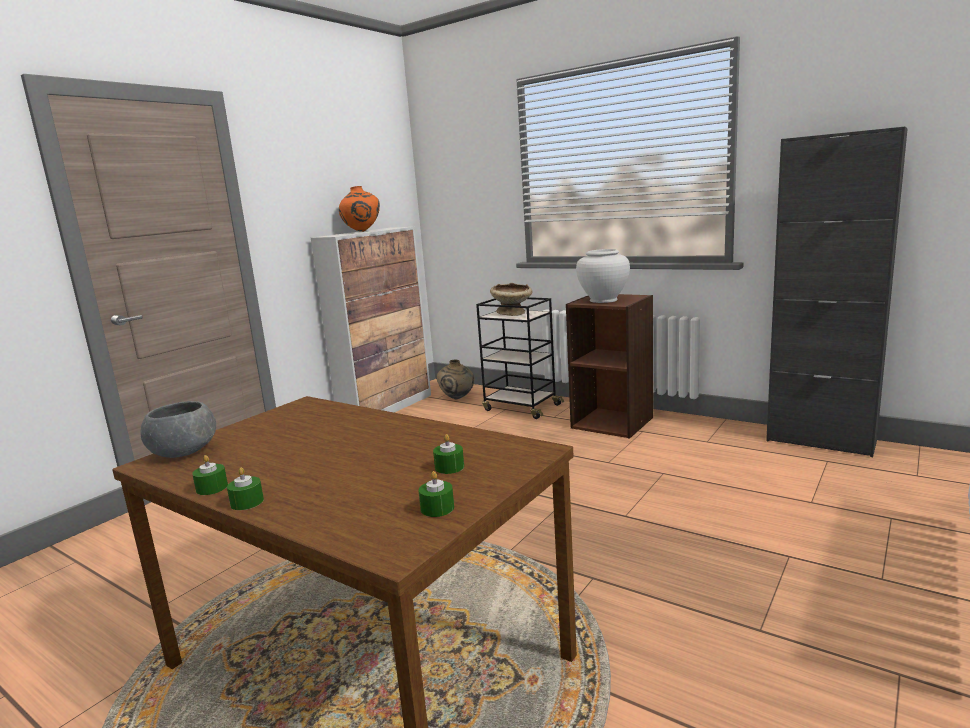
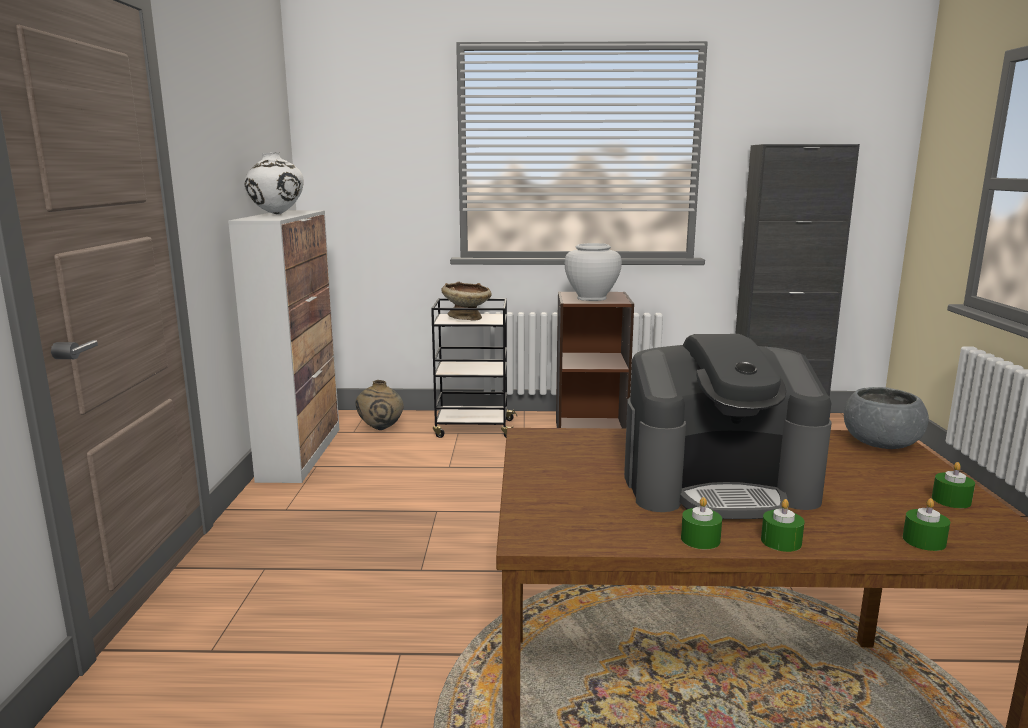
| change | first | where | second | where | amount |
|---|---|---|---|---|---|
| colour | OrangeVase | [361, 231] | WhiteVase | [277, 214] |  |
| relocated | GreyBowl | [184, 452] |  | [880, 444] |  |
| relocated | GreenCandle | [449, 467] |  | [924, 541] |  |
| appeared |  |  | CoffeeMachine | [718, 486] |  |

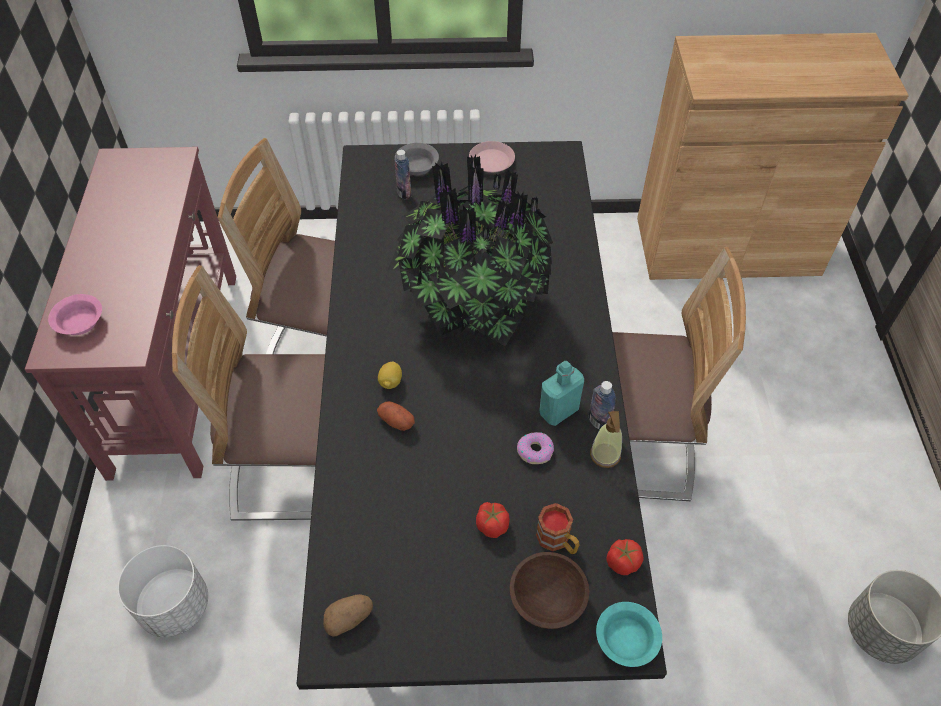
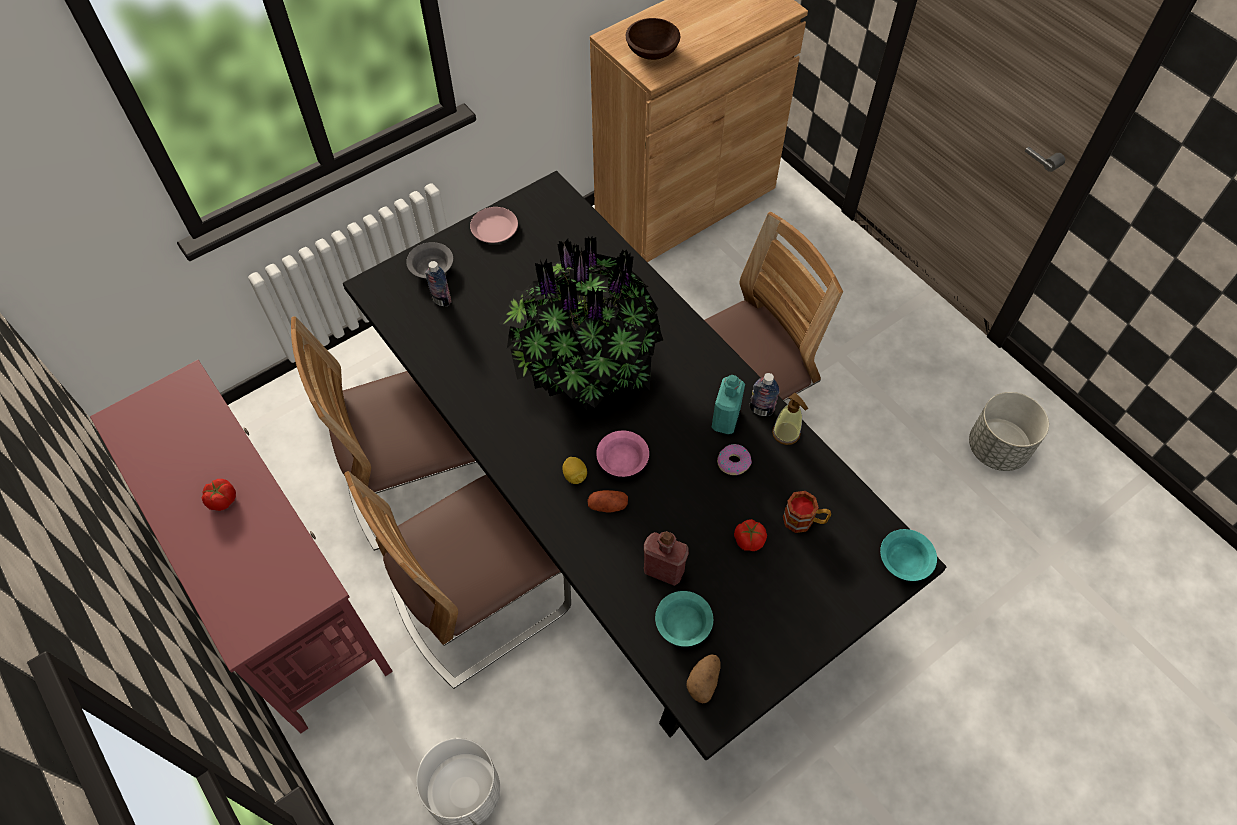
| change | first | where | second | where | amount |
|---|---|---|---|---|---|
| relocated | PinkBowl | [80, 324] |  | [623, 461] |  |
| relocated | Tomato | [622, 562] |  | [222, 500] |  |
| relocated | BrownBowl | [547, 598] |  | [651, 51] |  |
| appeared |  |  | RedBottle | [664, 570] |  |
| appeared |  |  | TurquoiseBowl | [683, 622] |  |

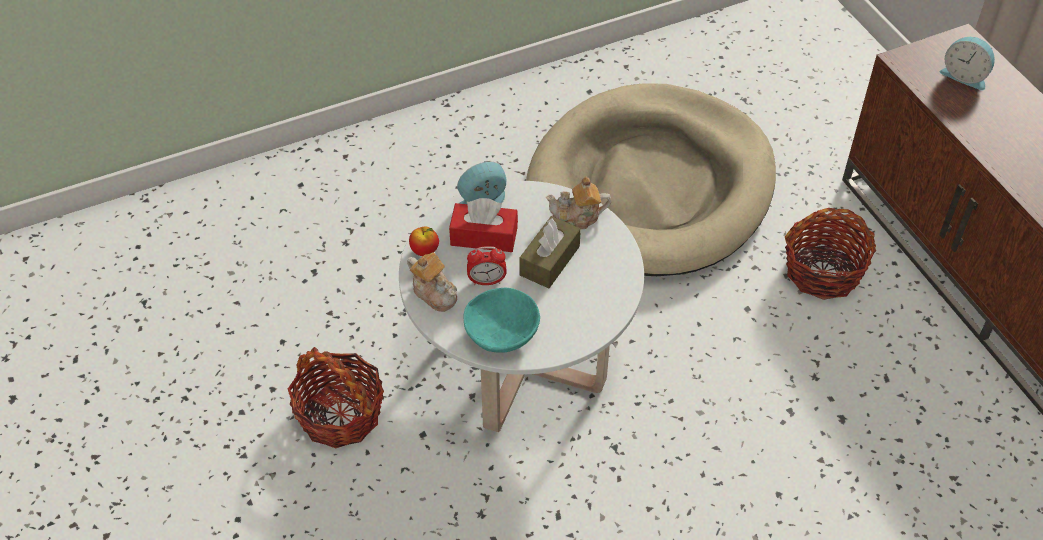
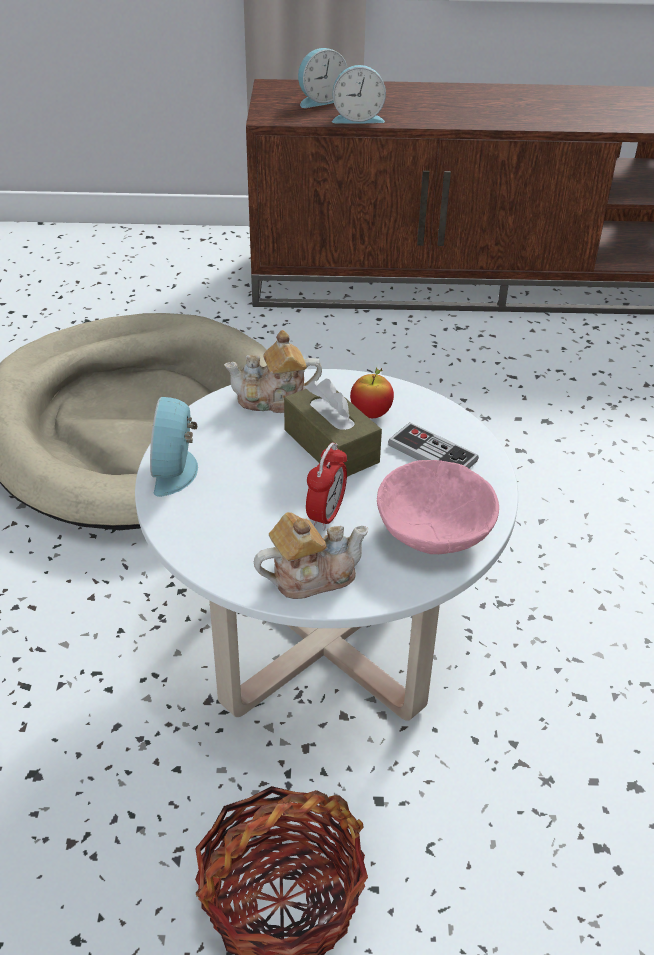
| change | first | where | second | where | amount |
|---|---|---|---|---|---|
| spun | Teapot | [577, 217] |  | [273, 399] | 60 degrees clockwise |
| missing | RedTissueBox | [484, 236] |  |  |  |
| missing | Basket | [823, 271] |  |  |  |
| relocated | Apple | [425, 251] |  | [371, 414] |  |
| colour | TurquoiseBowl | [502, 333] | PinkBowl | [433, 531] |  |
| appeared |  |  | AlarmClock | [357, 118] |  |
| appeared |  |  | GameController | [432, 453] |  |

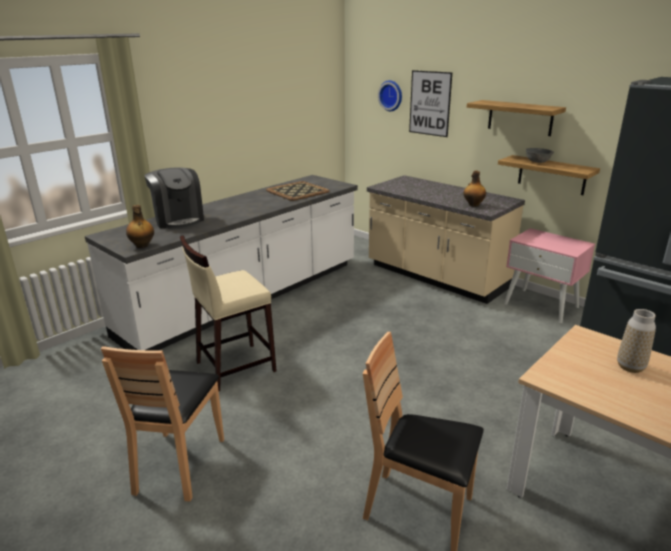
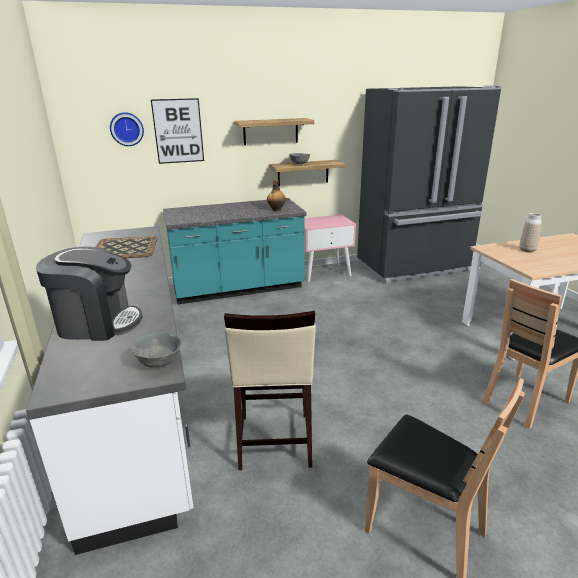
| change | first | where | second | where | amount |
|---|---|---|---|---|---|
| colour | BeigeCounter | [436, 277] | TurquoiseCounter | [238, 288] |  |
| exchanged | Bottle | [142, 246] | GreyBowl | [159, 362] |  |

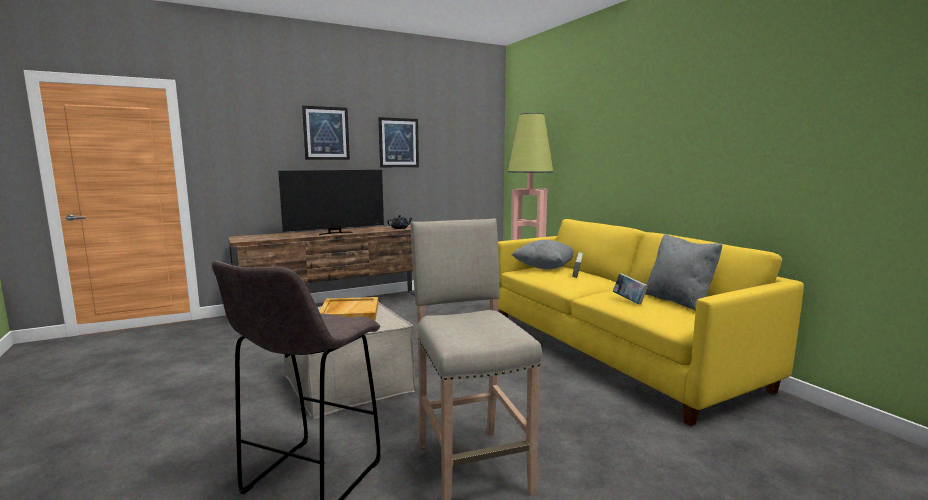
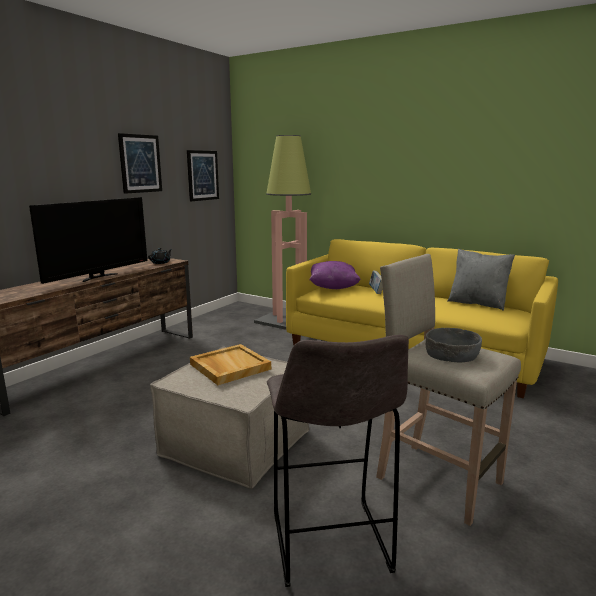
| change | first | where | second | where | amount |
|---|---|---|---|---|---|
| relocated | Picture | [326, 133] |  | [202, 175] |  |
| colour | GreyPillow | [545, 267] | PurplePillow | [333, 287] |  |
| missing | Book | [629, 301] |  |  |  |
| appeared |  |  | GreyBowl | [452, 354] |  |

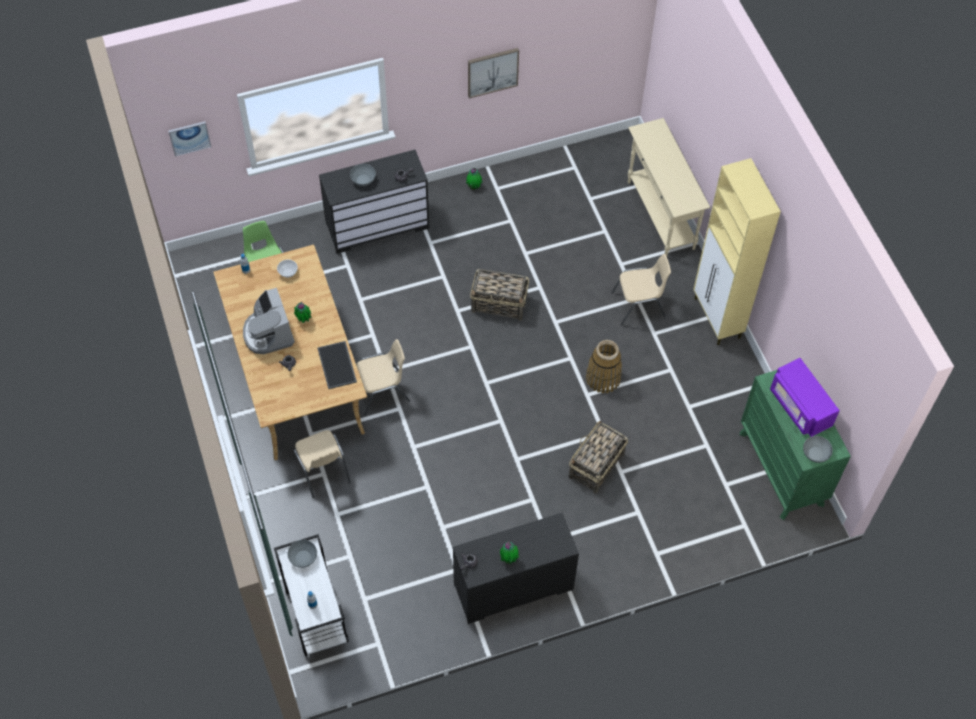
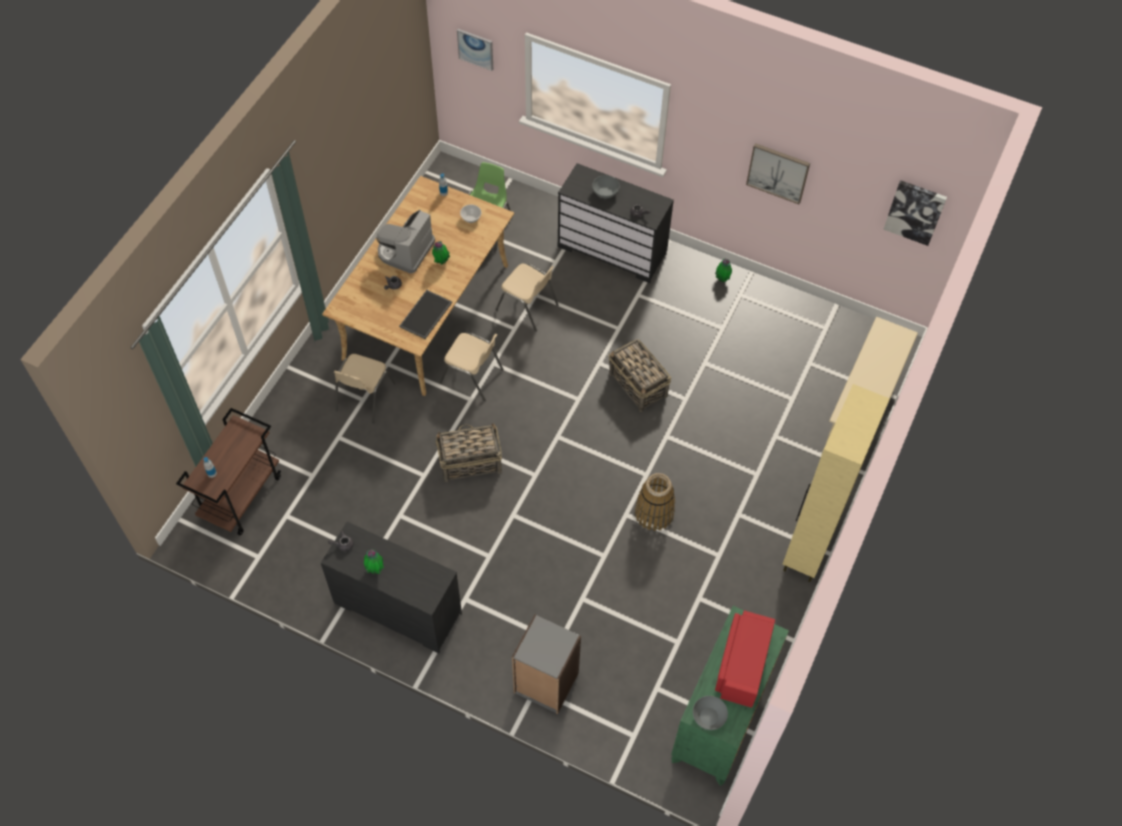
| change | first | where | second | where | amount |
|---|---|---|---|---|---|
| relocated | BeigeChair | [639, 305] |  | [528, 308] |  |
| colour | PurpleMicrowave | [799, 407] | RedMicrowave | [741, 665] |  |
| relocated | Basket | [596, 466] |  | [469, 462] |  |
| colour | WhiteCart | [316, 615] | BrownCart | [241, 496] |  |
| missing | GreyBowl | [303, 558] |  |  |  |
| appeared |  |  | Picture | [915, 211] |  |
| appeared |  |  | GreyBookcase | [545, 683] |  |

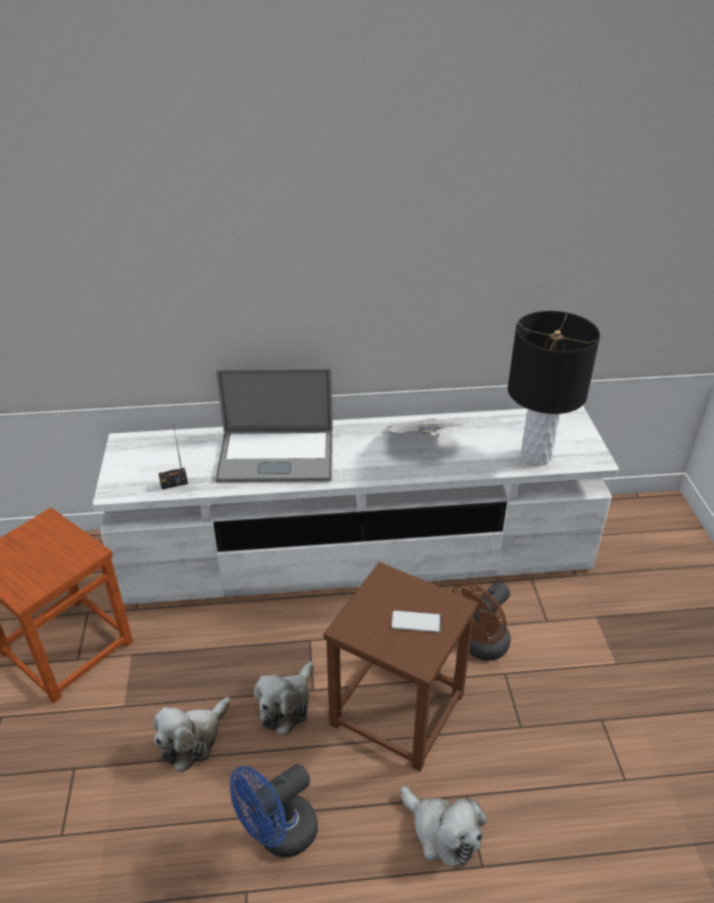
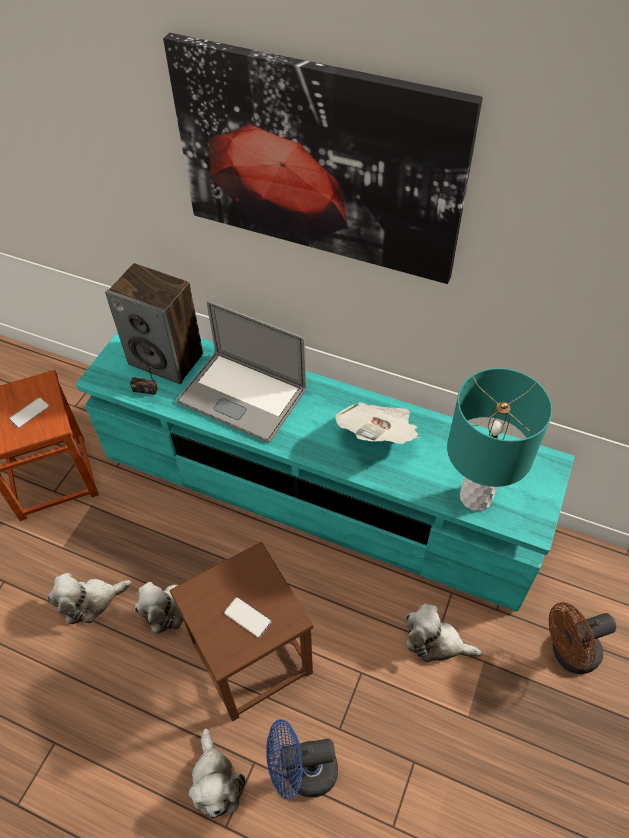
| change | first | where | second | where | amount |
|---|---|---|---|---|---|
| colour | BlackTableLamp | [535, 455] | TurquoiseTableLamp | [476, 496] |  |
| colour | WhiteTvStand | [357, 551] | TurquoiseTvStand | [316, 492] |  |
| relocated | BrownFan | [480, 647] |  | [568, 654] |  |
| relocated | BlueFan | [278, 835] |  | [302, 771] |  |
| appeared |  |  | Picture | [318, 161] |  |
| appeared |  |  | Speaker | [167, 359] |  |
| appeared |  |  | Phone | [29, 413] |  |
| appeared |  |  | PlushToy | [435, 642] |  |

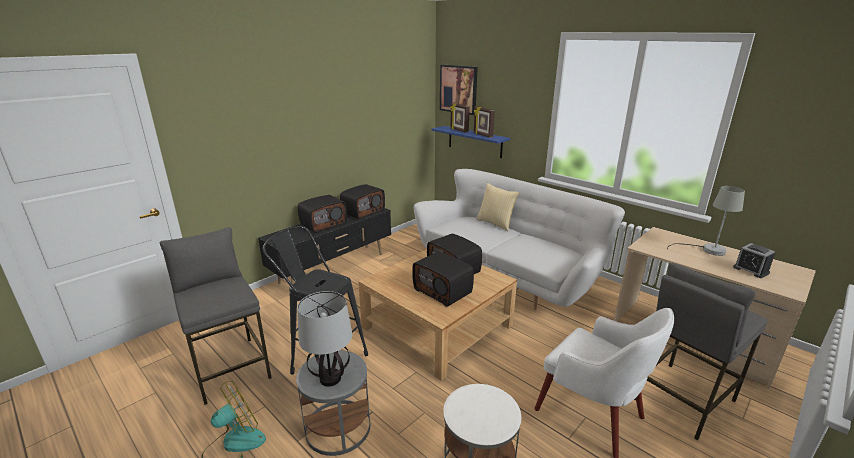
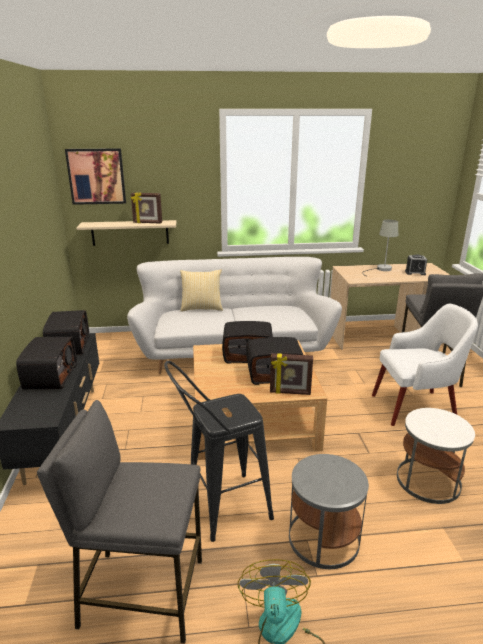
| change | first | where | second | where | amount |
|---|---|---|---|---|---|
| relocated | PictureFrame | [458, 130] |  | [290, 392] |  |
| colour | BlueShelf | [475, 141] | BeigeShelf | [130, 233] |  |
| missing | TableLamp | [331, 378] |  |  |  |

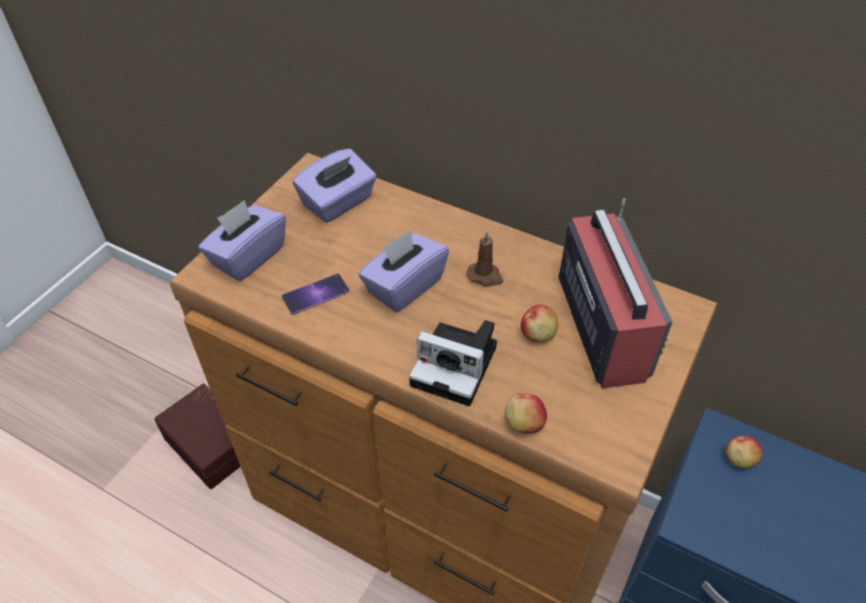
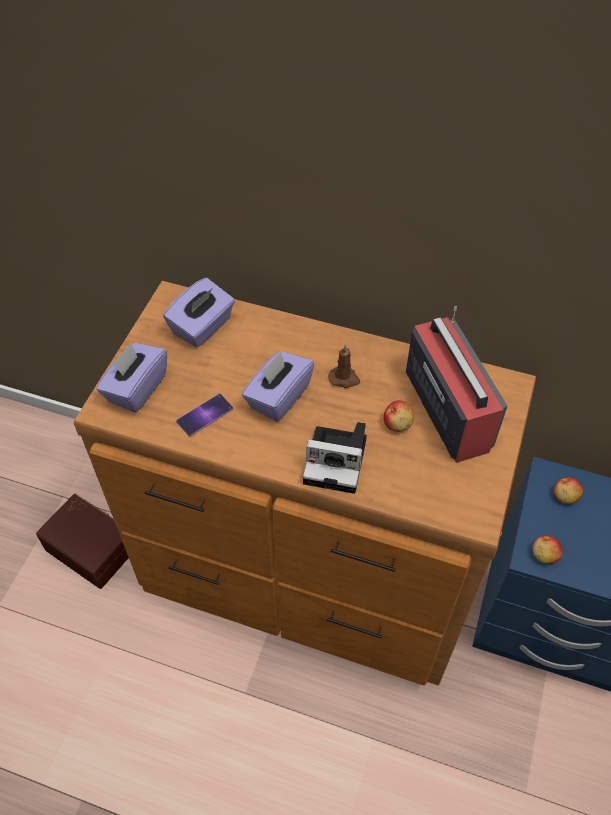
| change | first | where | second | where | amount |
|---|---|---|---|---|---|
| relocated | Apple | [523, 423] |  | [544, 555] |  |

